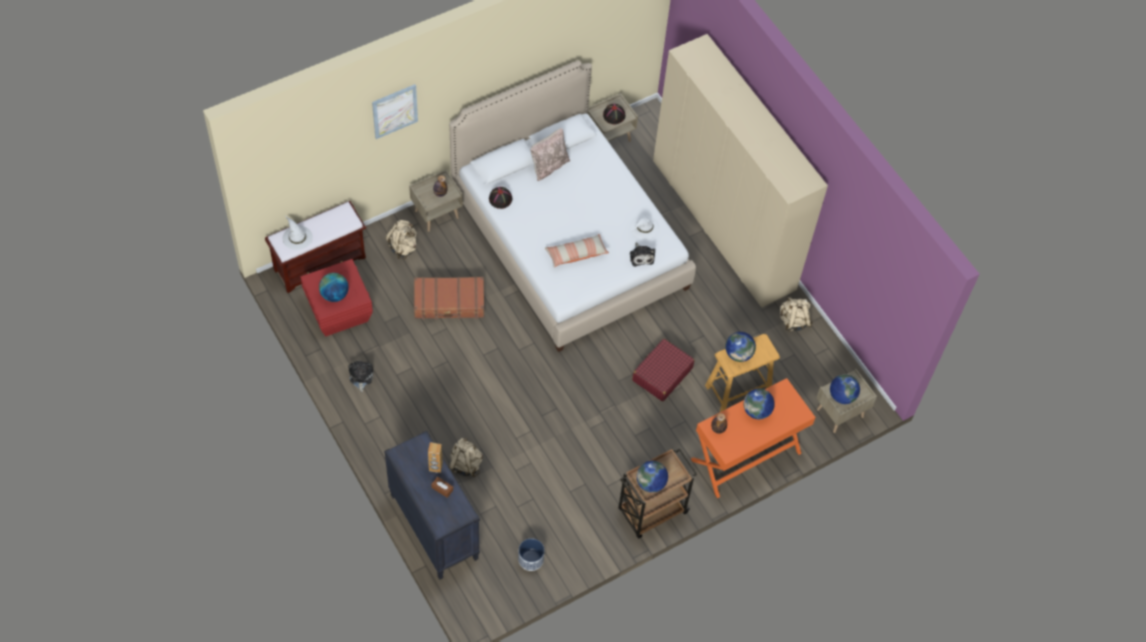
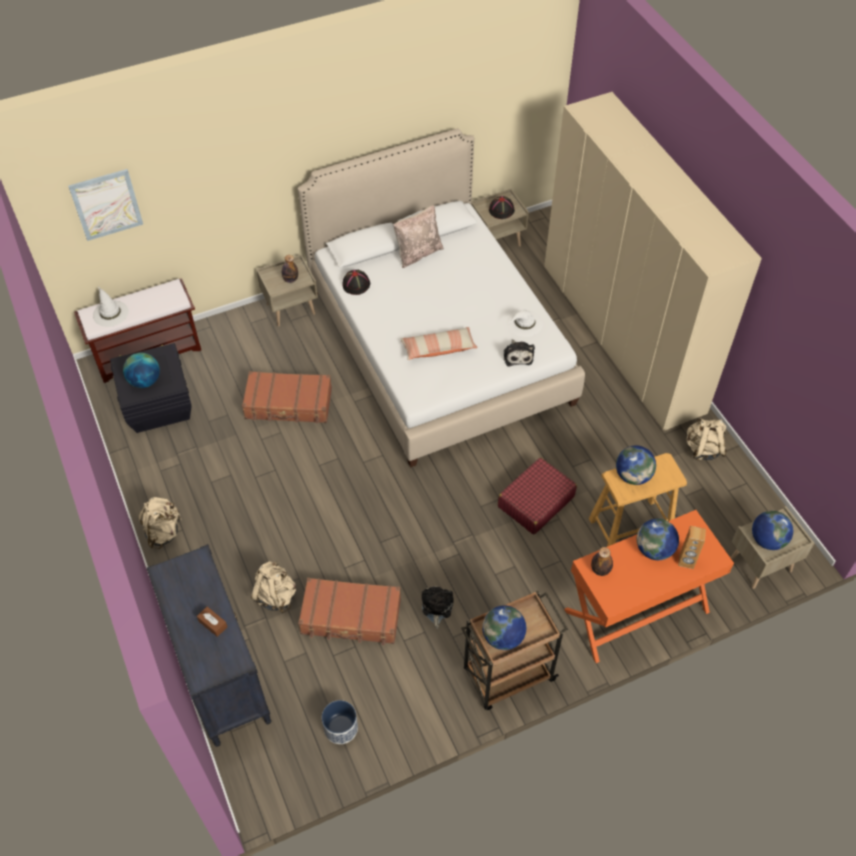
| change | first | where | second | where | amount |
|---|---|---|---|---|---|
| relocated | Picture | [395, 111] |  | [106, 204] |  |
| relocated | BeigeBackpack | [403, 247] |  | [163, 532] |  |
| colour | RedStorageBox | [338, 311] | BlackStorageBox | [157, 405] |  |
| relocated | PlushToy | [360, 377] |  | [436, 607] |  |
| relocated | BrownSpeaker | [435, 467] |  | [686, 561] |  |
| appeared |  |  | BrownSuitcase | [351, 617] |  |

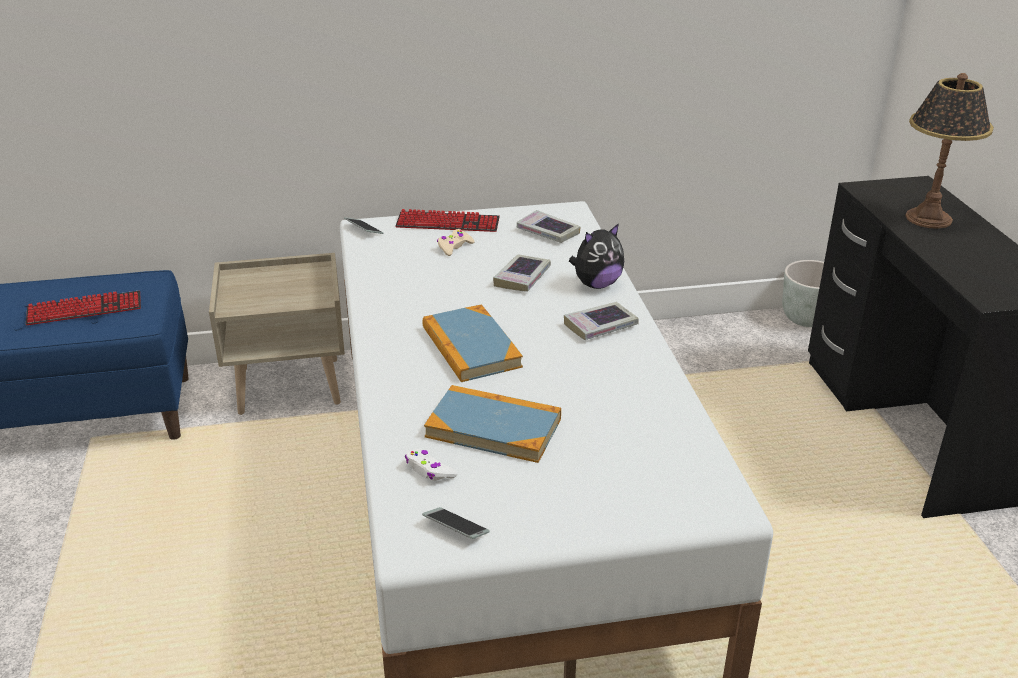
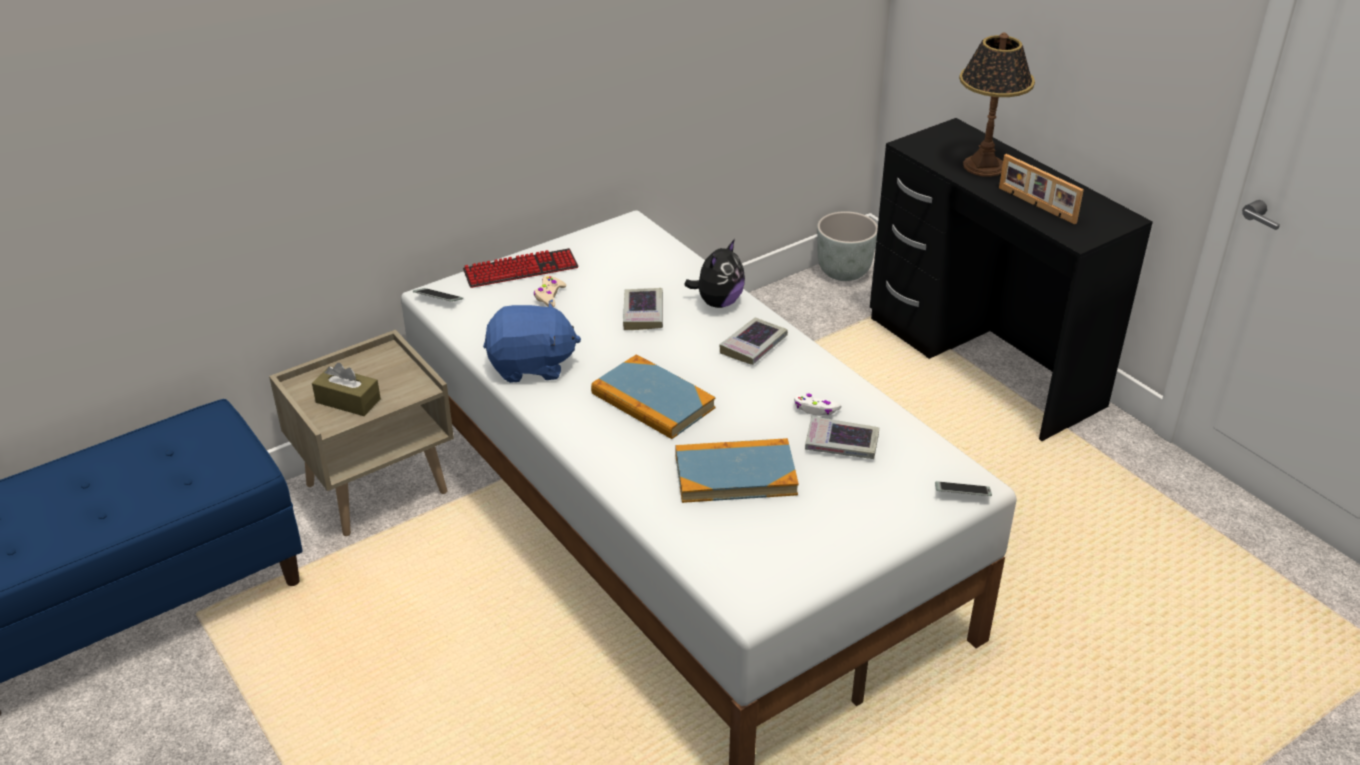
| change | first | where | second | where | amount |
|---|---|---|---|---|---|
| relocated | Book | [548, 232] |  | [841, 444] |  |
| missing | Keyboard | [84, 310] |  |  |  |
| relocated | WhiteGameController | [429, 470] |  | [815, 409] |  |
| relocated | Phone | [456, 528] |  | [962, 493] |  |
| appeared |  |  | PictureFrame | [1036, 205] |  |
| appeared |  |  | BluePlushToy | [531, 366] |  |
| appeared |  |  | BrownTissueBox | [348, 401] |  |

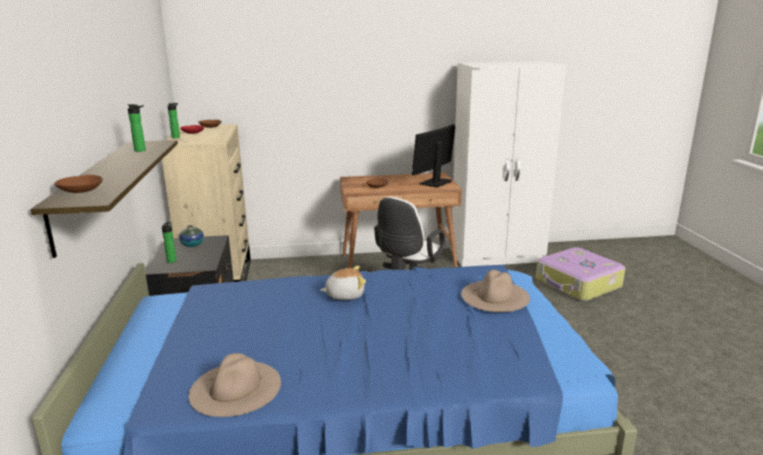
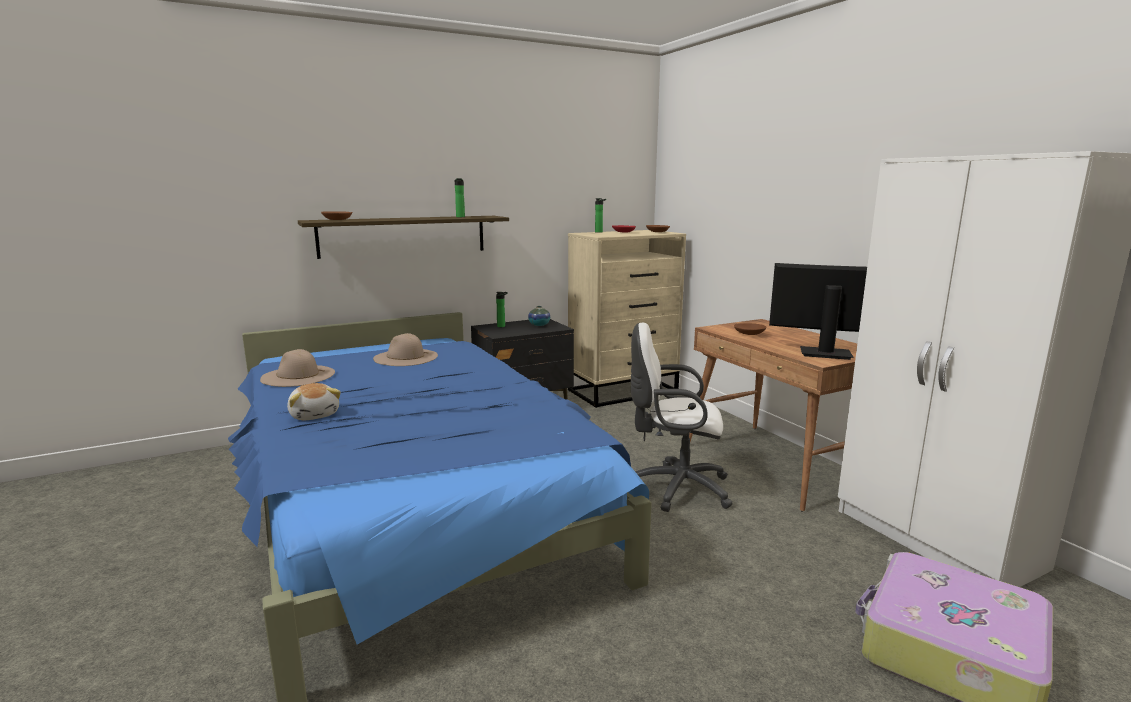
| change | first | where | second | where | amount |
|---|---|---|---|---|---|
| relocated | PlushToy | [345, 295] |  | [315, 415] |  |
| relocated | BeigeHat | [495, 296] |  | [405, 357] |  |

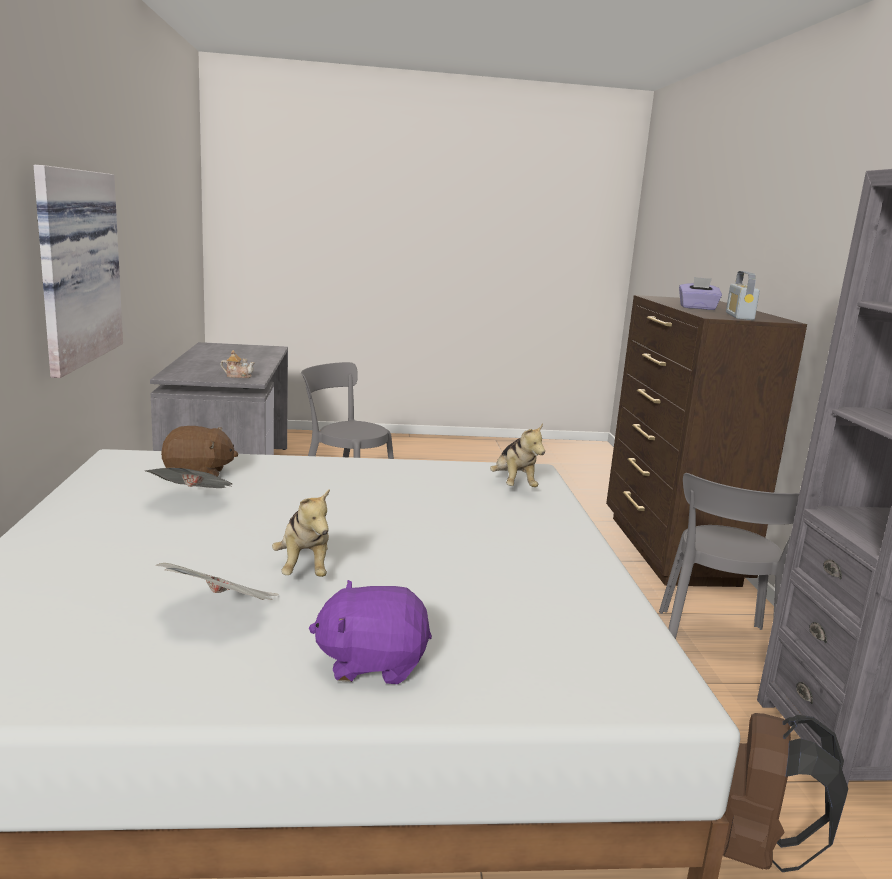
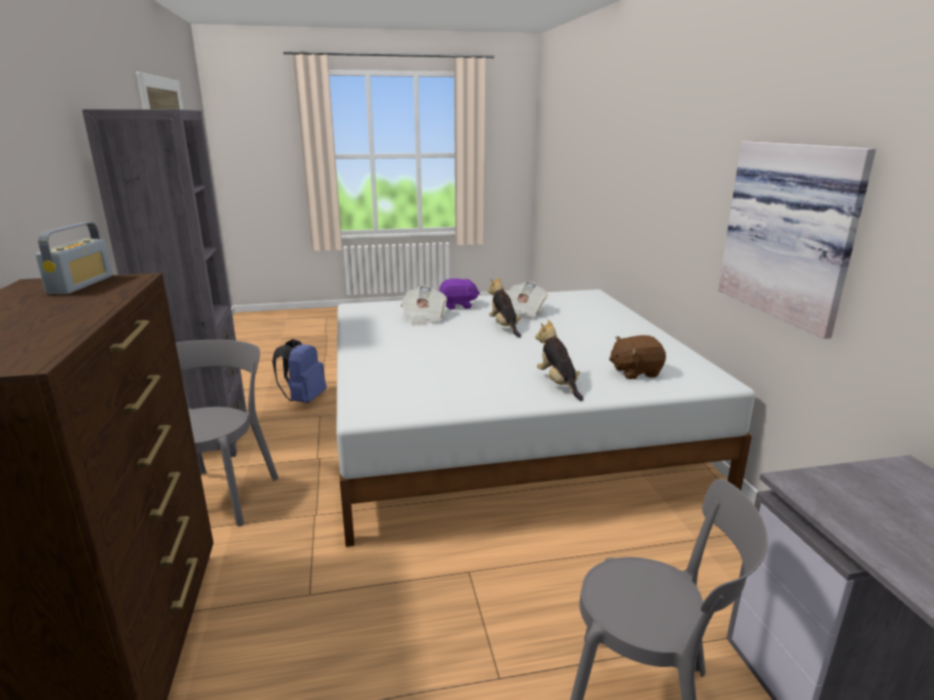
| change | first | where | second | where | amount |
|---|---|---|---|---|---|
| missing | PurpleTissueBox | [697, 308] |  |  |  |
| missing | Teapot | [238, 376] |  |  |  |
| relocated | PlushToy | [513, 485] |  | [558, 384] |  |
| relocated | Newspaper | [193, 500] |  | [423, 318] |  |
| colour | BrownBackpack | [757, 850] | BlueBackpack | [304, 399] |  |

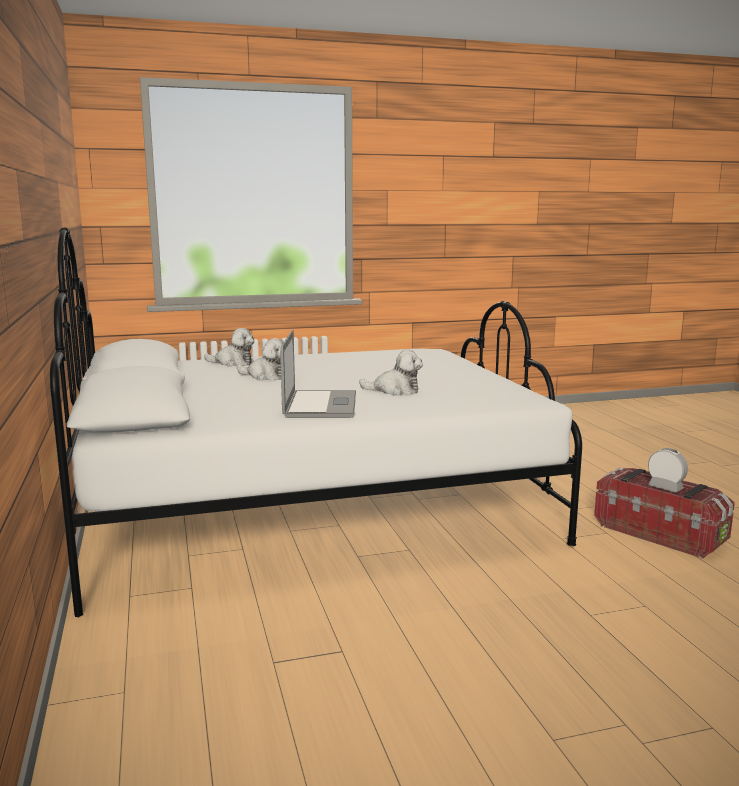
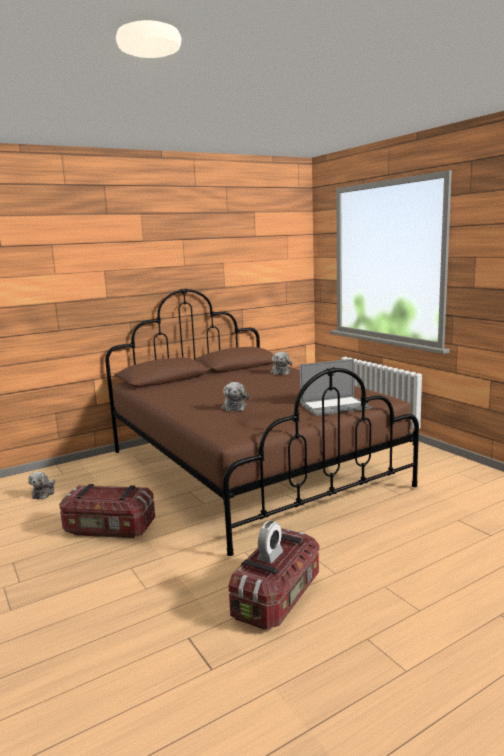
| change | first | where | second | where | amount |
|---|---|---|---|---|---|
| colour | WhiteBed | [310, 507] | BrownBed | [250, 468] |  |
| relocated | Laptop | [321, 405] |  | [335, 406] |  |
| relocated | PlushToy | [265, 376] |  | [44, 493] |  |
| appeared |  |  | StorageBox | [109, 529] |  |

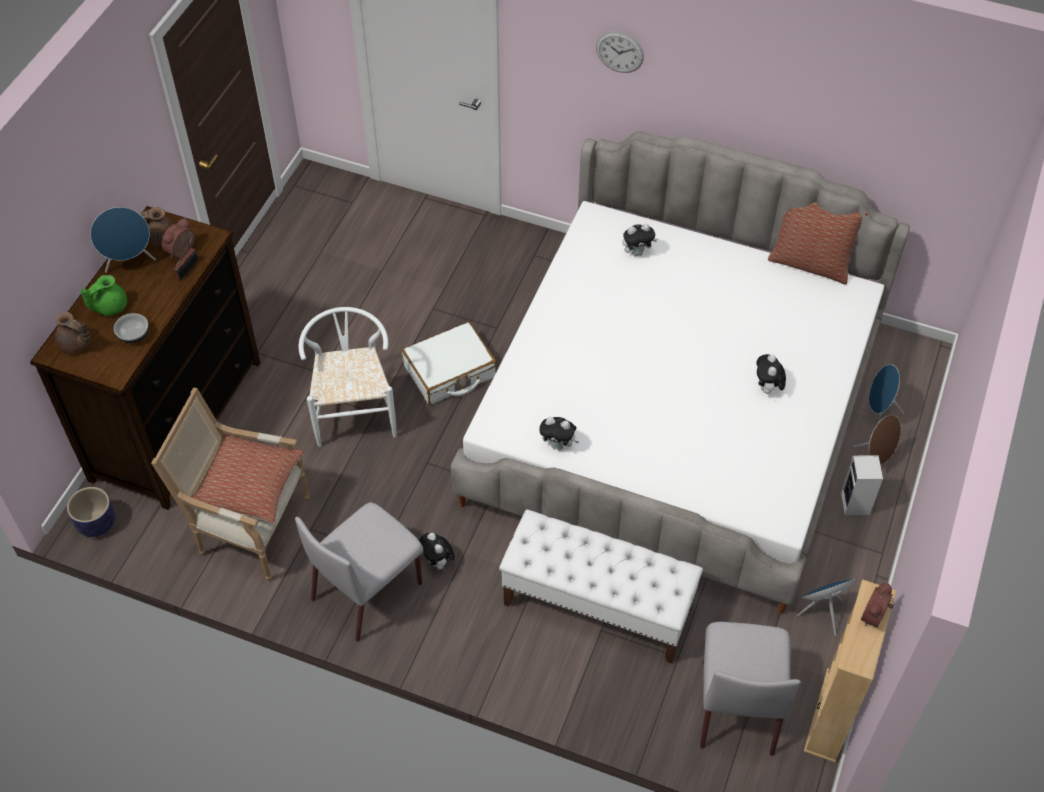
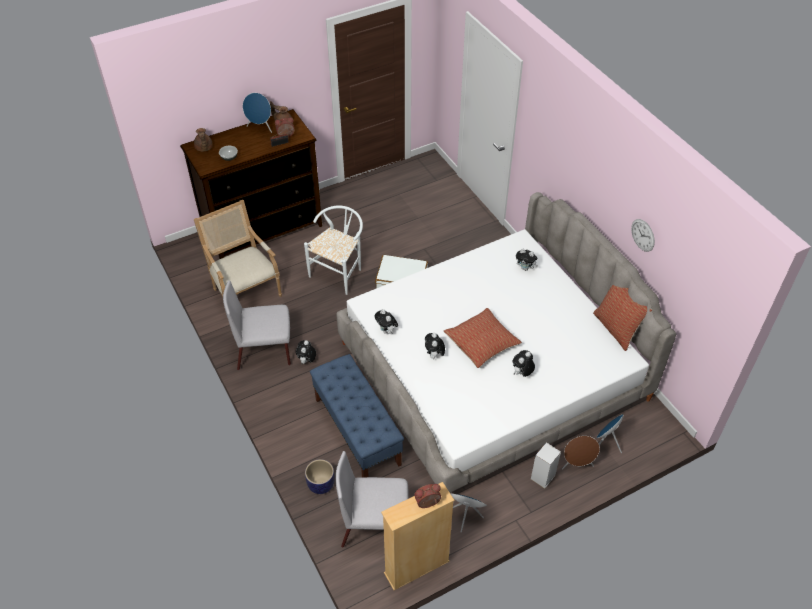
| change | first | where | second | where | amount |
|---|---|---|---|---|---|
| relocated | WallClock | [619, 52] |  | [643, 235] |  |
| missing | GreenTeapot | [109, 306] |  |  |  |
| relocated | Pillow | [250, 485] |  | [482, 343] |  |
| relocated | Planter | [97, 524] |  | [321, 485] |  |
| colour | WhiteBench | [598, 606] | BlueBench | [357, 432] |  |
| spun | GreyChair | [737, 705] |  | [375, 526] | 45 degrees clockwise |
| appeared |  |  | PlushToy | [434, 355] |  |

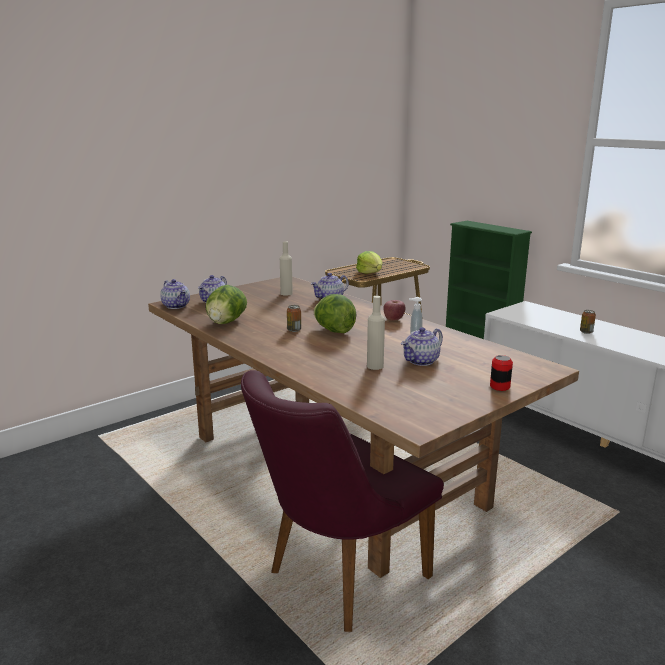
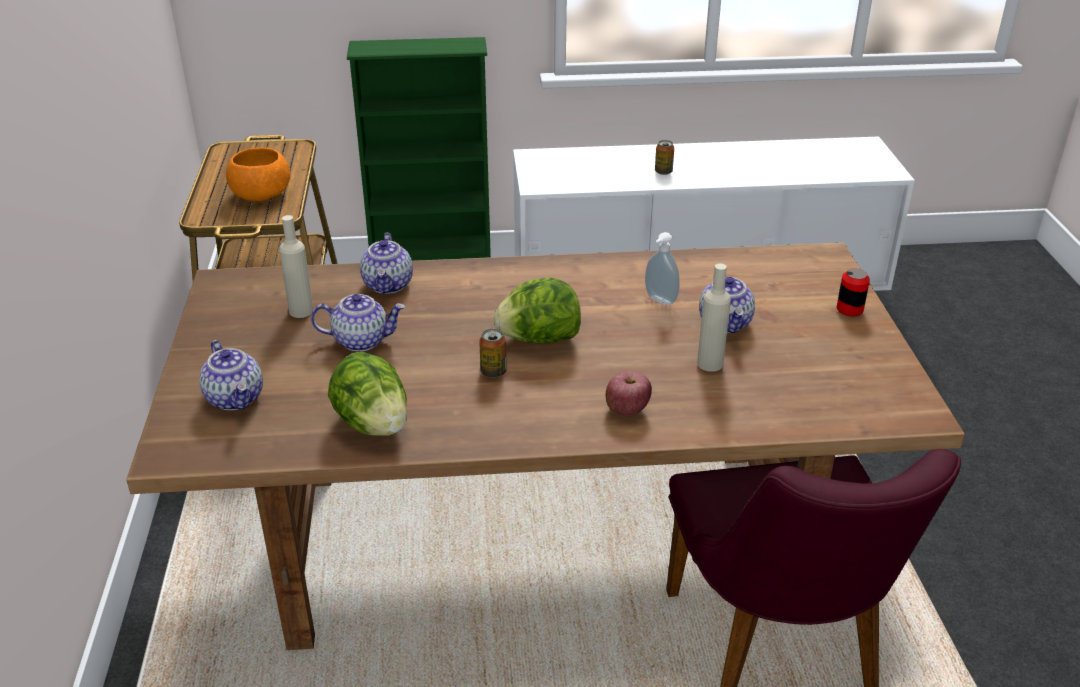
| change | first | where | second | where | amount |
|---|---|---|---|---|---|
| exchanged | Lettuce | [370, 273] | OrangeBowl | [261, 195] |  |
| relocated | Teapot | [176, 306] |  | [361, 340] |  |
| relocated | Apple | [393, 319] |  | [627, 409] |  |

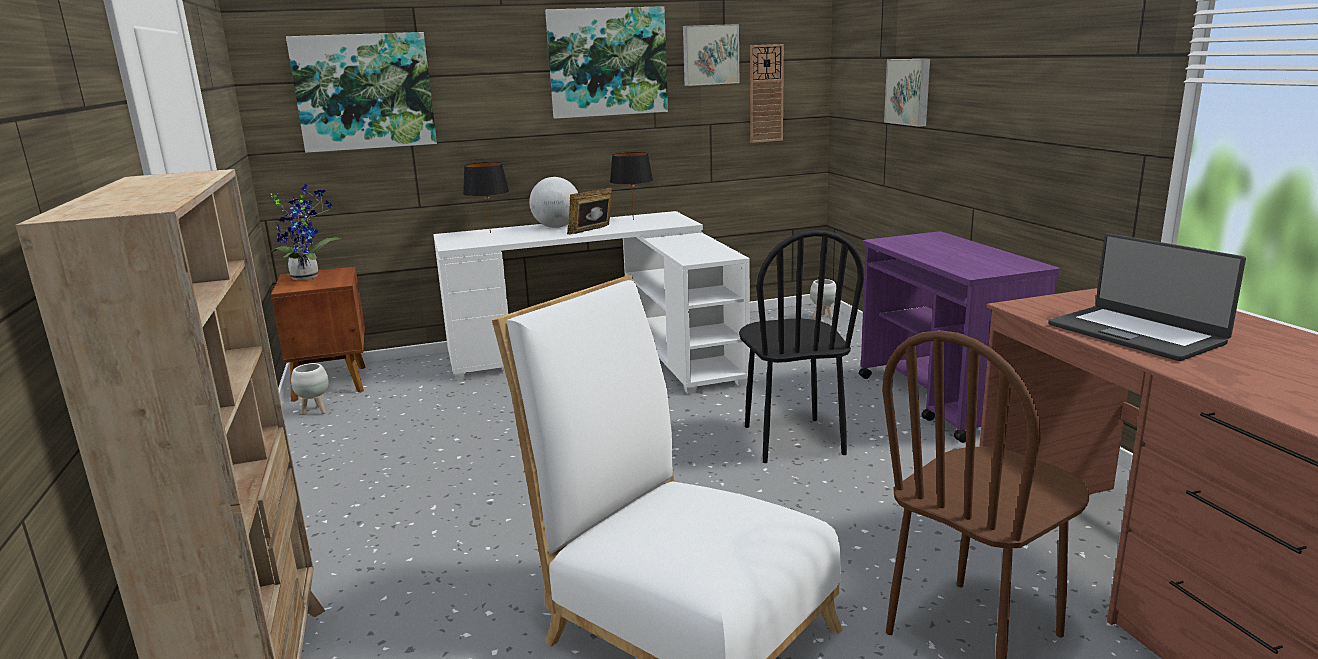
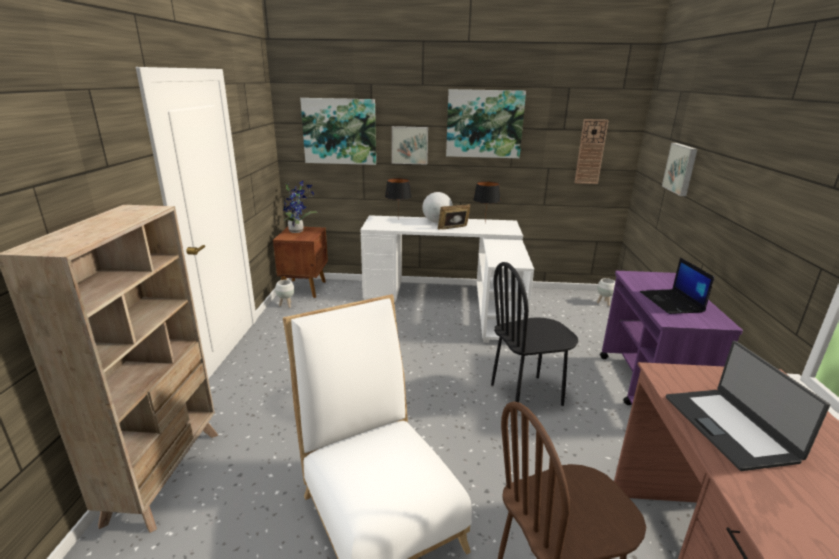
| change | first | where | second | where | amount |
|---|---|---|---|---|---|
| relocated | Picture | [710, 55] |  | [409, 145] |  |
| spun | BlackChair | [792, 440] |  | [526, 395] | 60 degrees clockwise |
| appeared |  |  | Laptop | [672, 302] |  |

